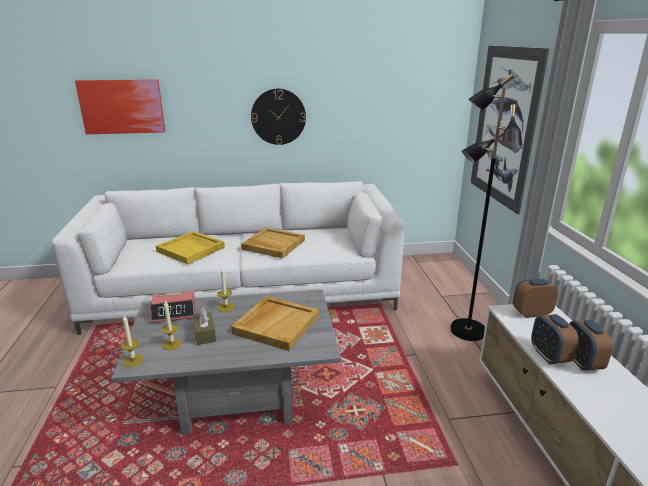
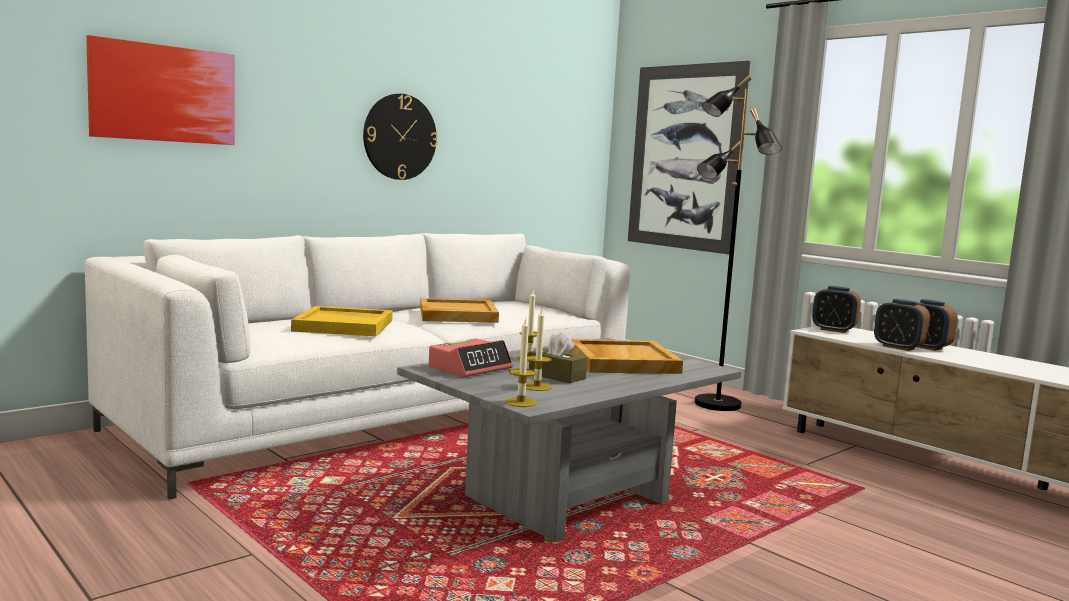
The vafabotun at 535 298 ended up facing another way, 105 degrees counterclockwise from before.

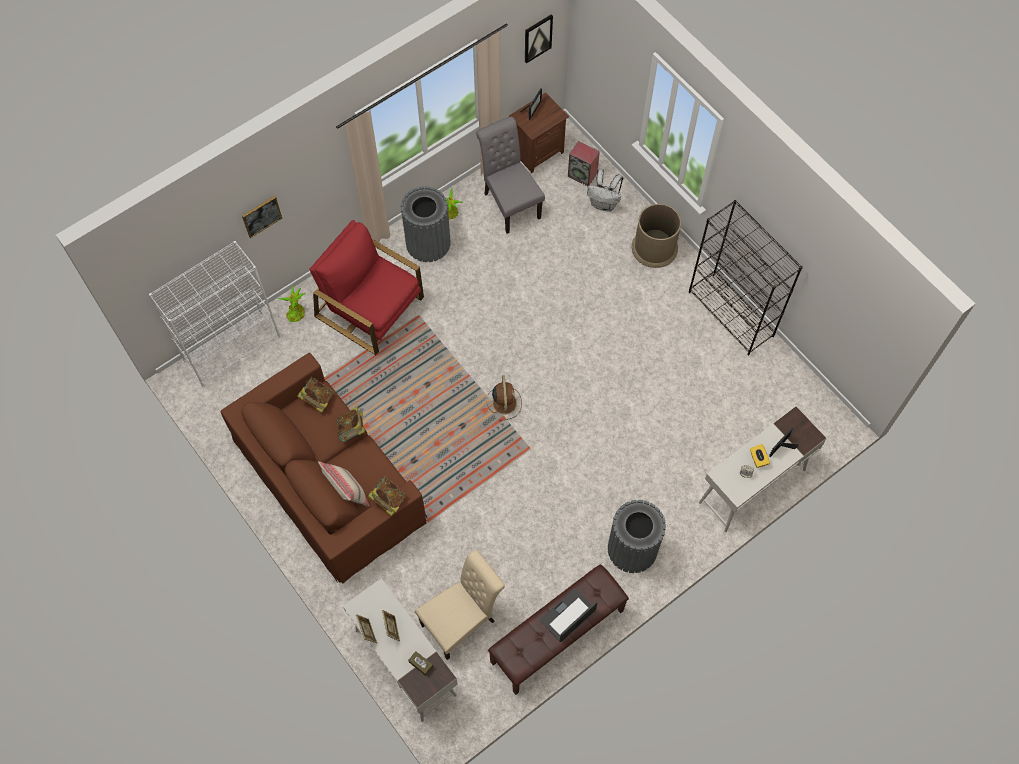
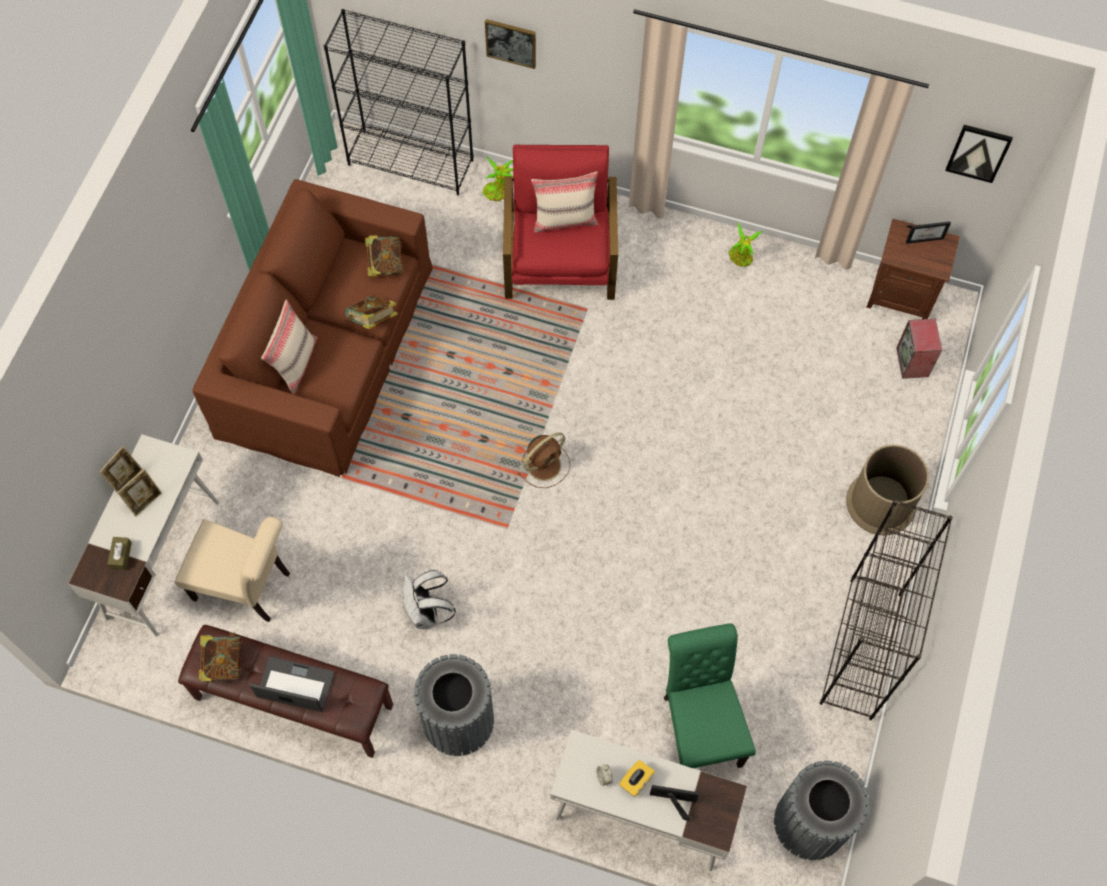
The second view lost the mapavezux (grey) at 510 175. The second view gained the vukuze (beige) at 564 202. The second view gained the mapavezux (green) at 710 695. The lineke ended up elsewhere, having gone from 387 496 to 220 656. The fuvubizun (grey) ended up elsewhere, having gone from 426 224 to 821 810. The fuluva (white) ended up elsewhere, having gone from 605 190 to 429 599. What was the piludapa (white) at 214 314 turned into the piludapa (black) at 399 102.

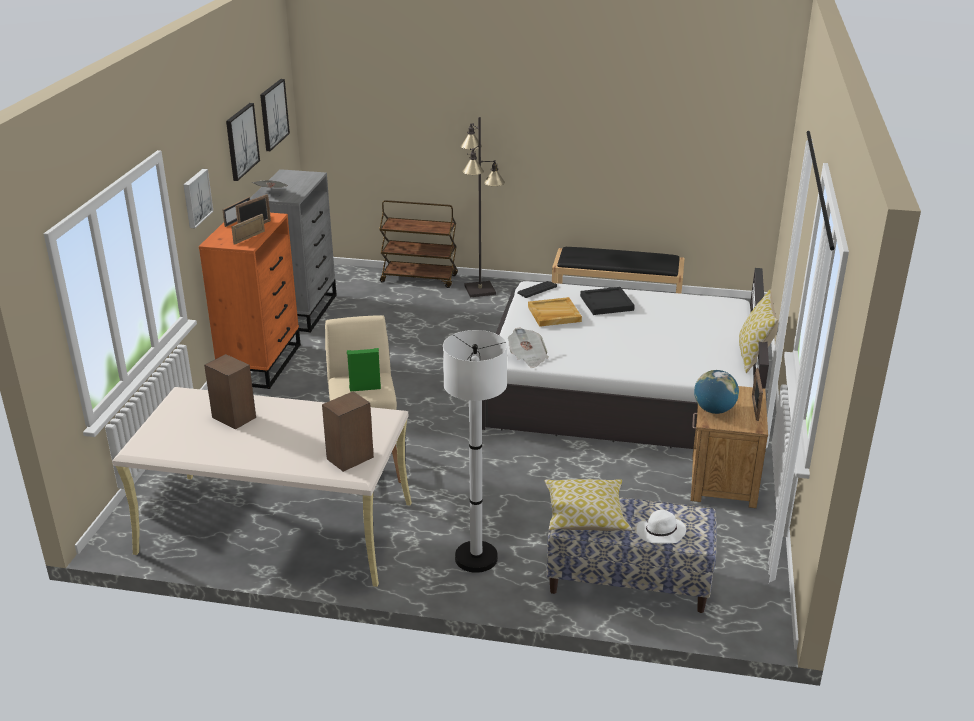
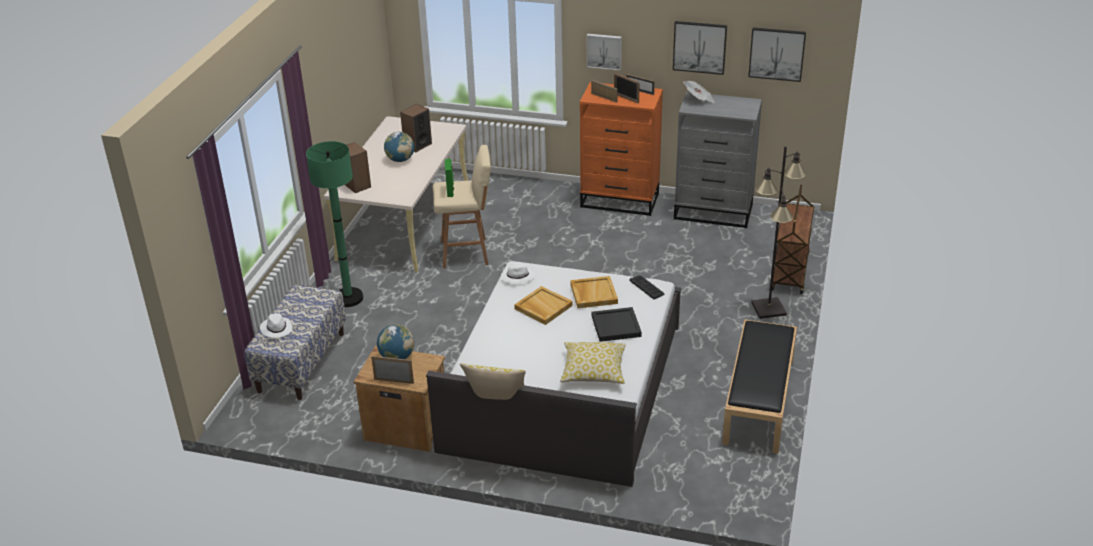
The second view gained the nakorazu at 399 147. The second view gained the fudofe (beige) at 543 305. The vukuze ended up elsewhere, having gone from 588 505 to 593 363. Where the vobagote stood at 528 348, the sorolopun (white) came to stand at 518 273. What was the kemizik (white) at 475 451 turned into the kemizik (green) at 334 224.

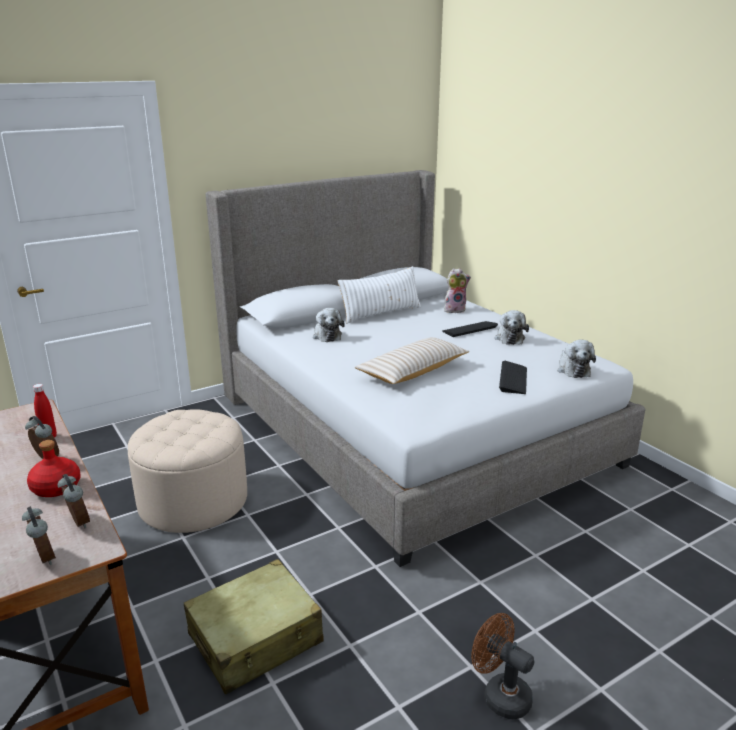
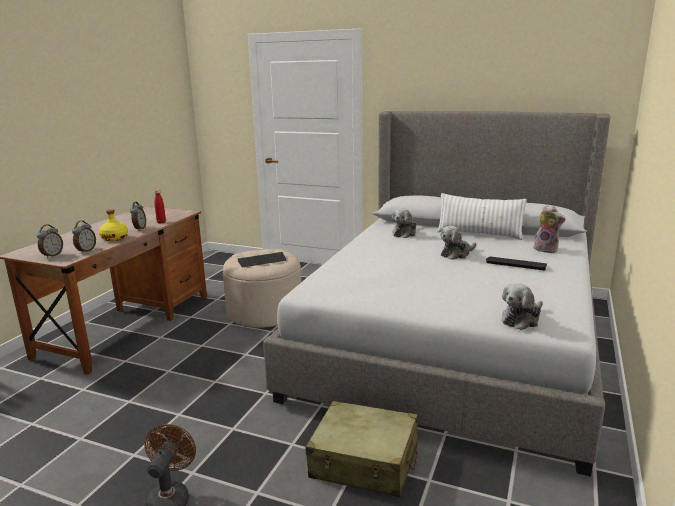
The second view lost the vukuze (beige) at 412 360. The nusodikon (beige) ended up elsewhere, having gone from 254 626 to 362 449. The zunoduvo ended up elsewhere, having gone from 512 327 to 458 243. The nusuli ended up elsewhere, having gone from 513 377 to 262 259. What was the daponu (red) at 54 468 turned into the daponu (yellow) at 113 225.

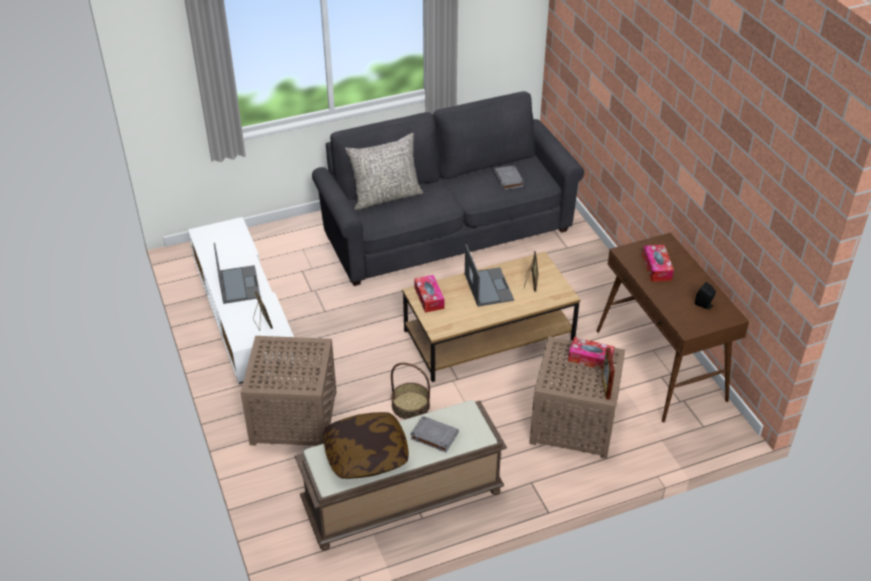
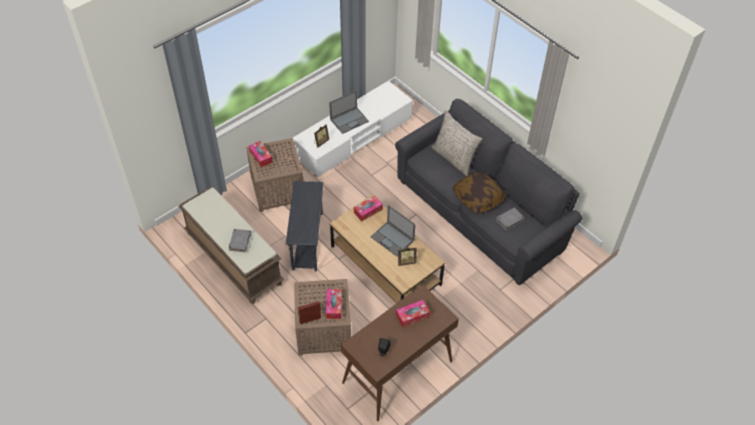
The second view gained the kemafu at 261 154. The vukuze ended up elsewhere, having gone from 366 445 to 479 192. Where the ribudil stood at 410 391, the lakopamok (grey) came to stand at 304 226. The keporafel at 489 275 ended up facing another way, 75 degrees clockwise from before.

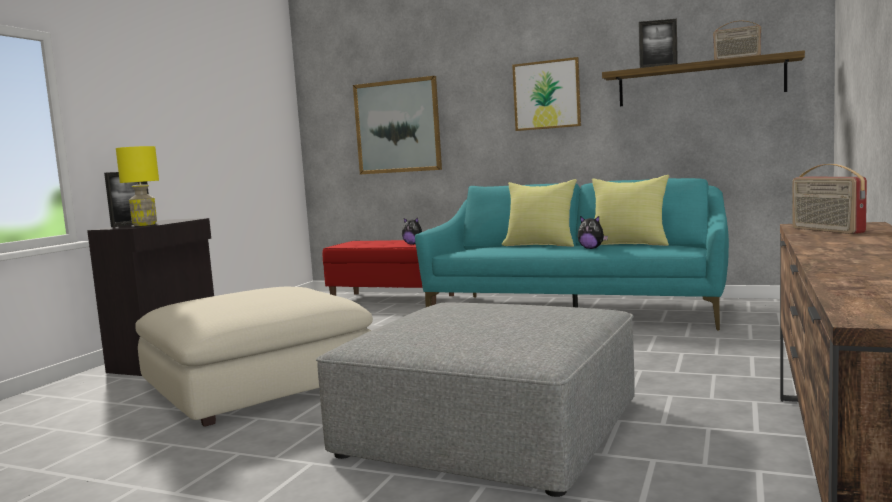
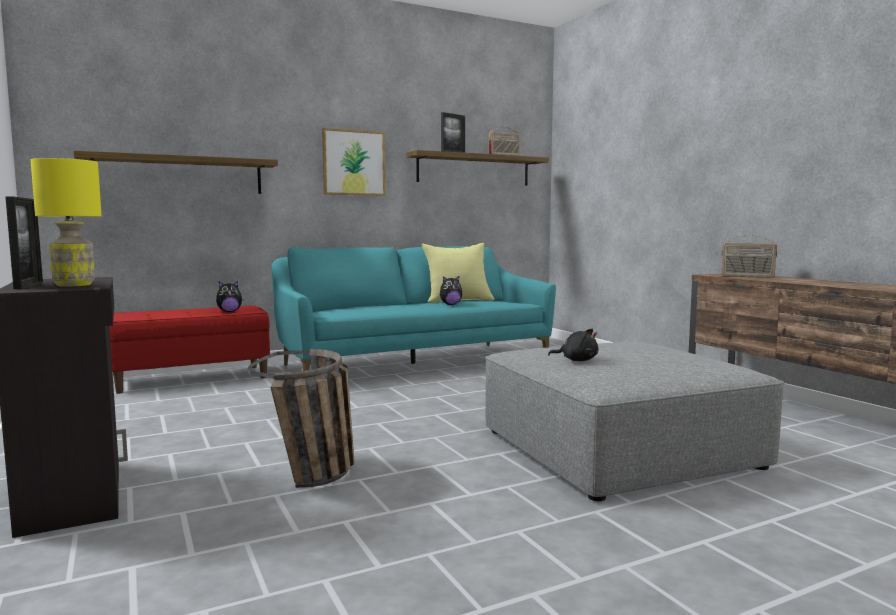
The second view lost the vukuze (yellow) at 539 213. The second view gained the zunoduvo (black) at 573 345. Where the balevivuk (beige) stood at 254 357, the ribudil came to stand at 301 418. Where the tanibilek hung at 397 125, the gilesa came to hang at 176 172.

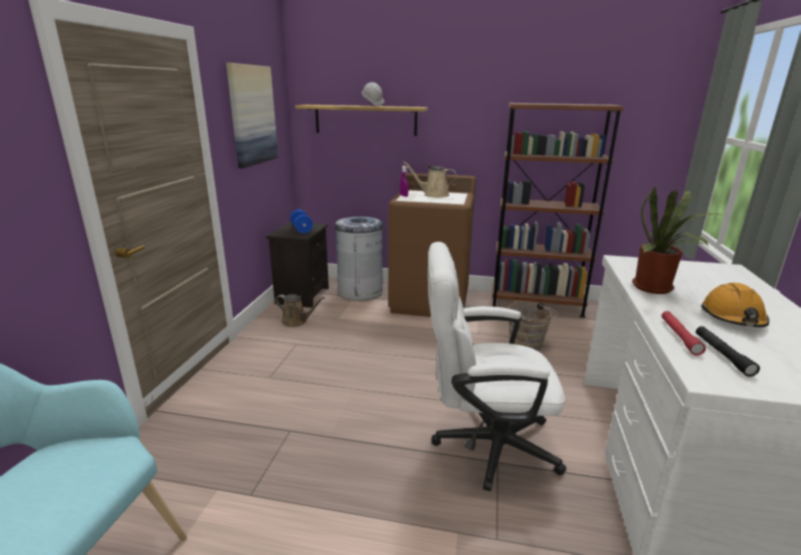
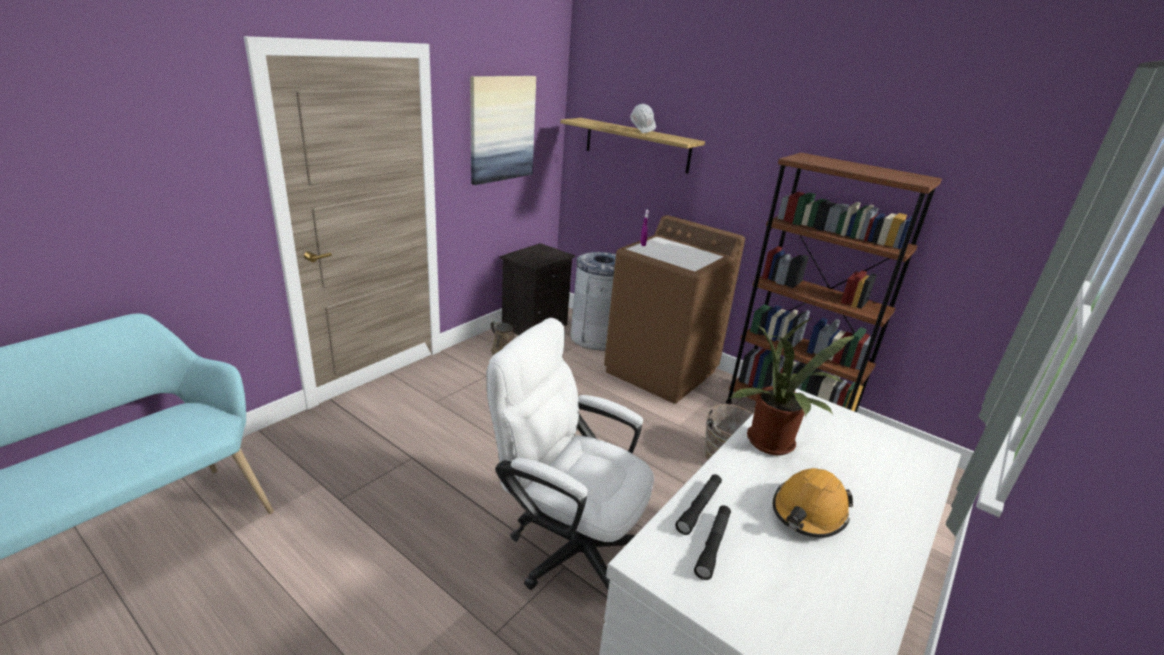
The second view lost the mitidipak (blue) at 301 221. The second view lost the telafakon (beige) at 430 179. What was the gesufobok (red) at 684 333 turned into the gesufobok (black) at 698 504.

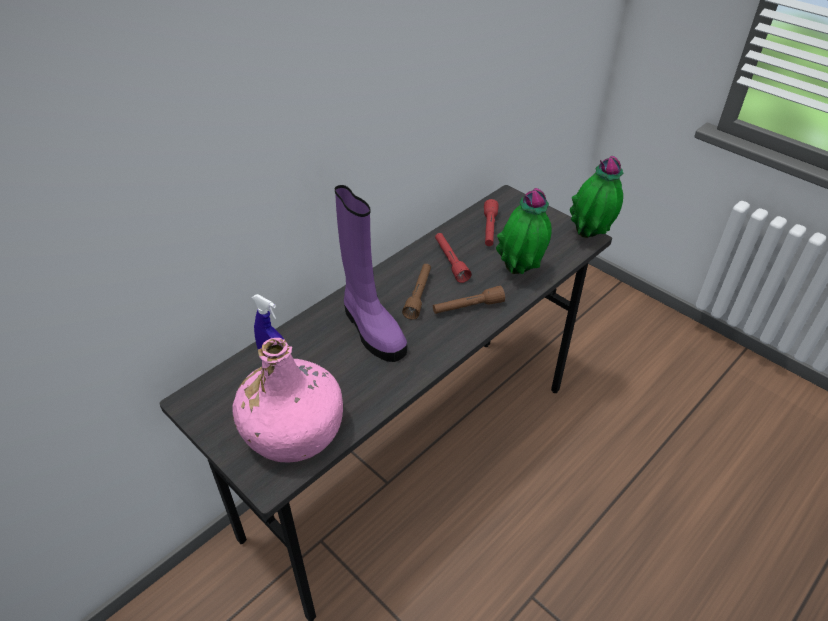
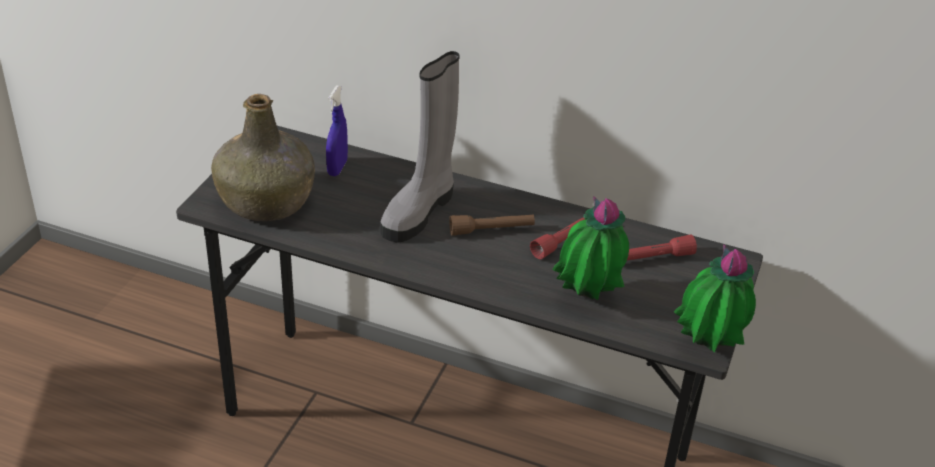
The second view lost the gesufobok (brown) at 469 300. What was the daponu (pink) at 288 400 turned into the daponu (green) at 263 157. What was the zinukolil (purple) at 371 273 turned into the zinukolil (grey) at 420 147.

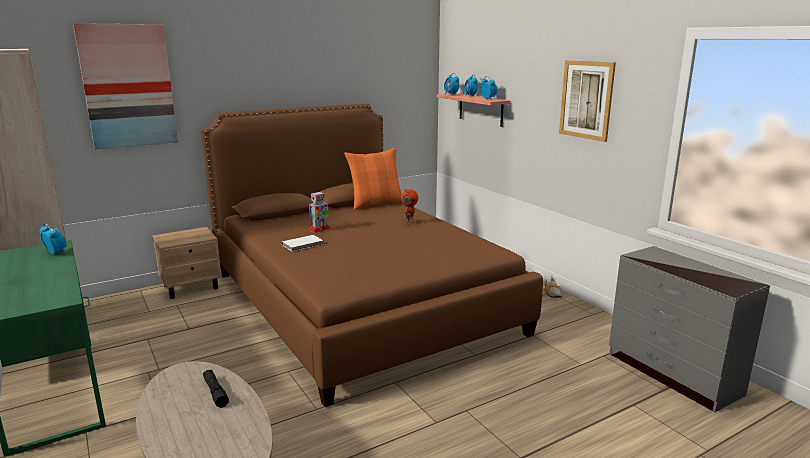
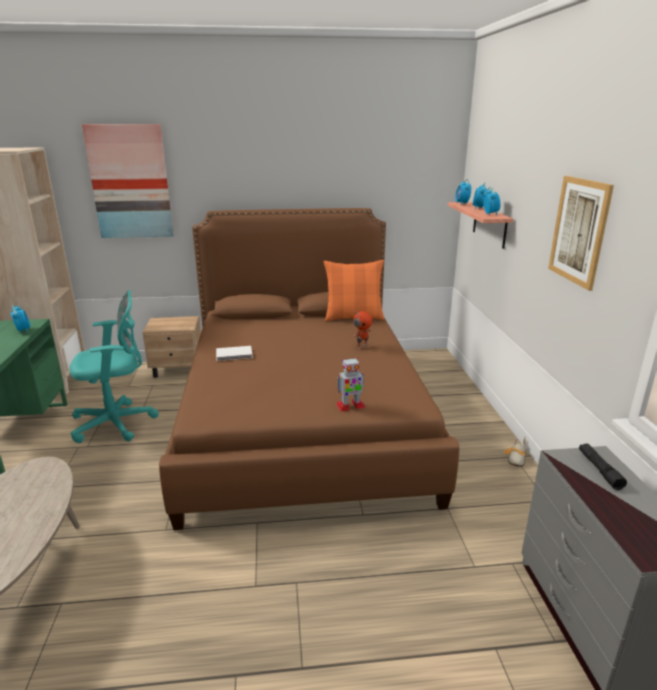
The second view gained the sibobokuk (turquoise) at 114 366. The gesufobok (black) ended up elsewhere, having gone from 216 389 to 603 467. The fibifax ended up elsewhere, having gone from 319 212 to 351 384.

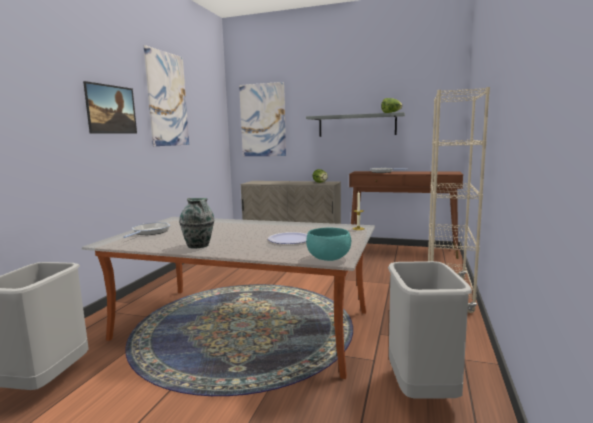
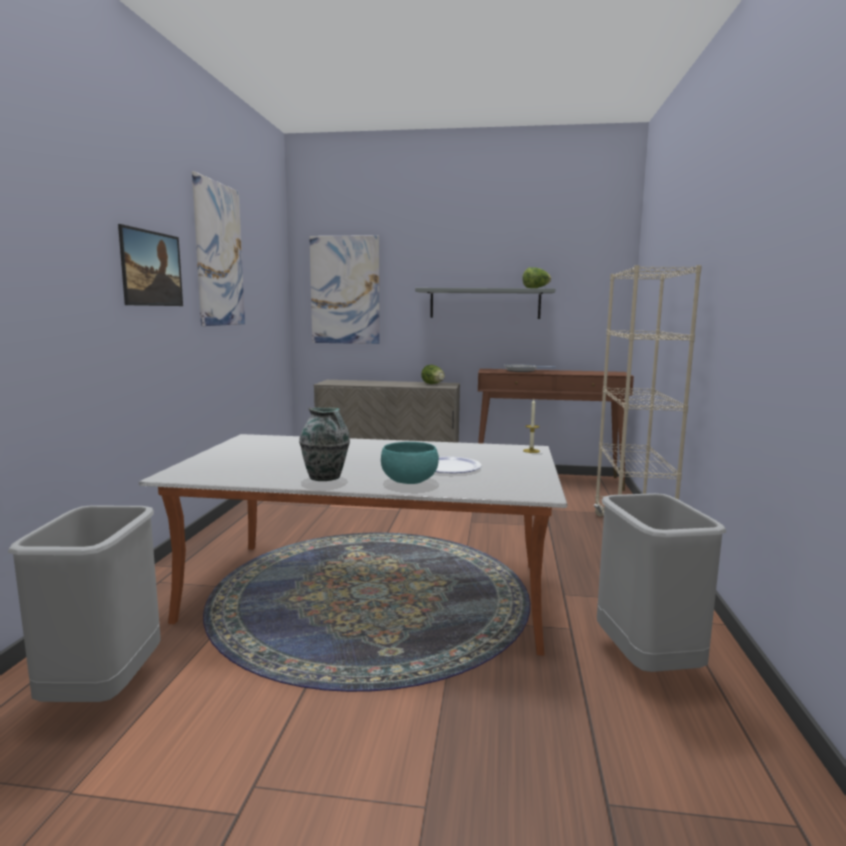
The second view lost the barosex at 146 230. The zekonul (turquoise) ended up elsewhere, having gone from 328 244 to 410 463.

